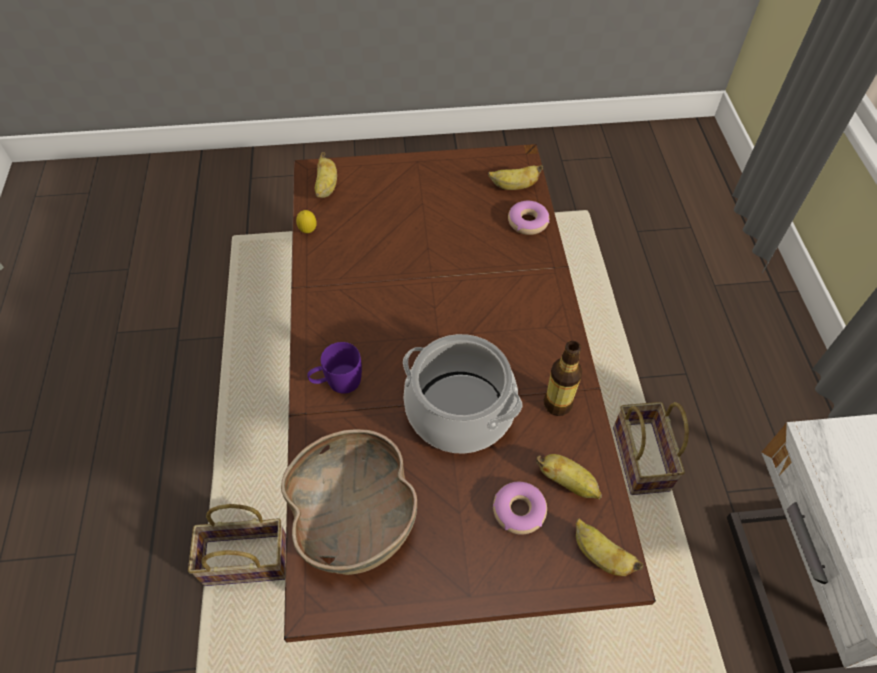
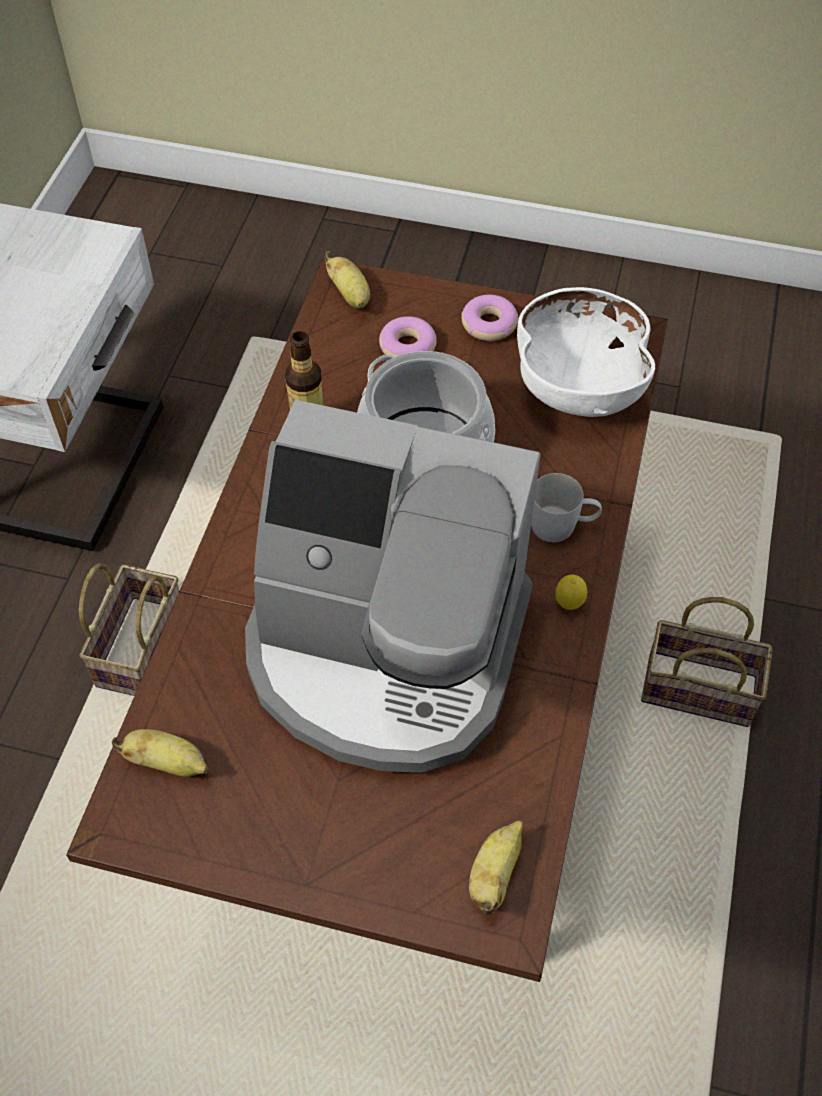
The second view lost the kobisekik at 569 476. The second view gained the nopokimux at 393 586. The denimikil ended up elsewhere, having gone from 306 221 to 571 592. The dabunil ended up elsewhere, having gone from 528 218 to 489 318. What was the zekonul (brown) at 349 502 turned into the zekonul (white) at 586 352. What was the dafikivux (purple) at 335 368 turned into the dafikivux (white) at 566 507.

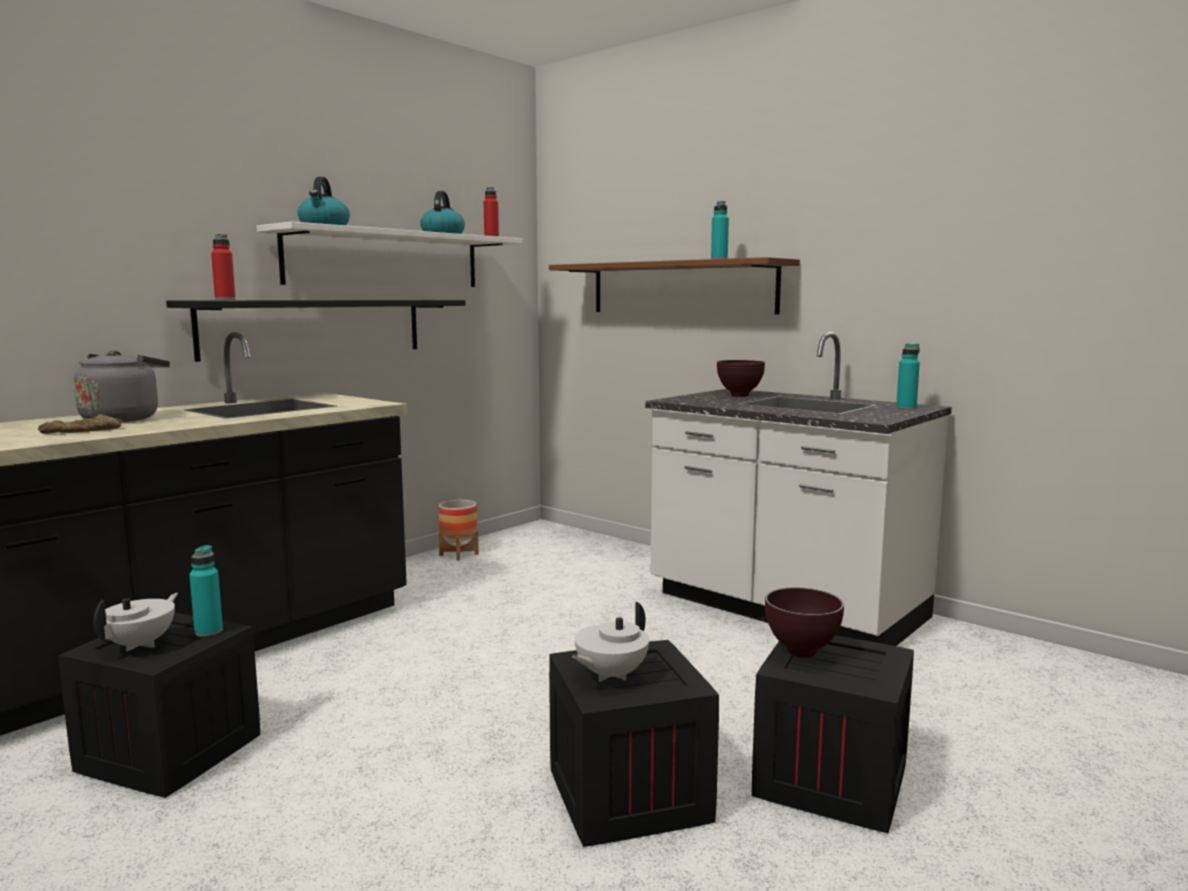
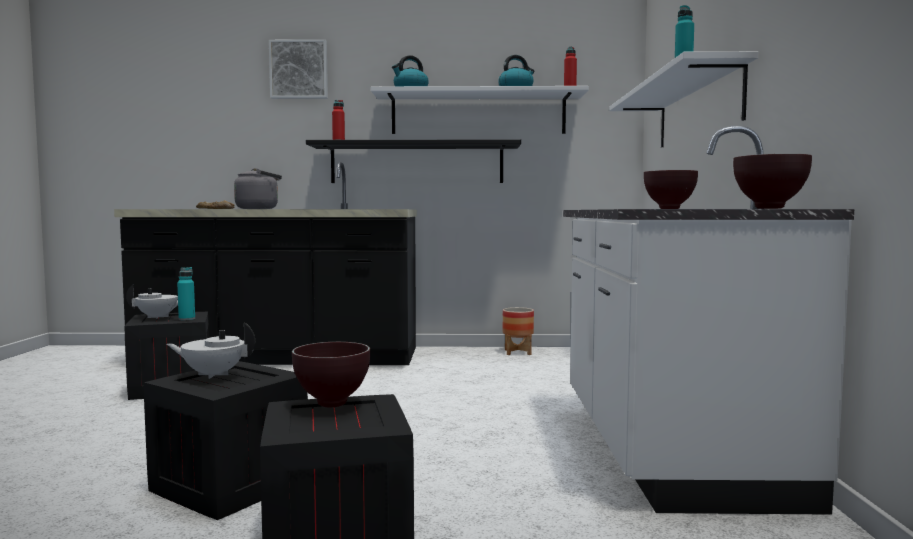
The second view gained the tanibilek at 298 69. Where the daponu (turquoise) stood at 908 376, the zekonul (brown) came to stand at 772 181. What was the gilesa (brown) at 674 286 turned into the gilesa (white) at 683 99.

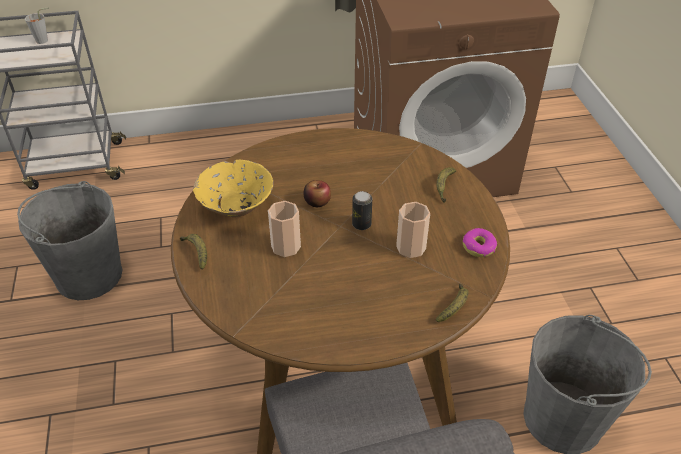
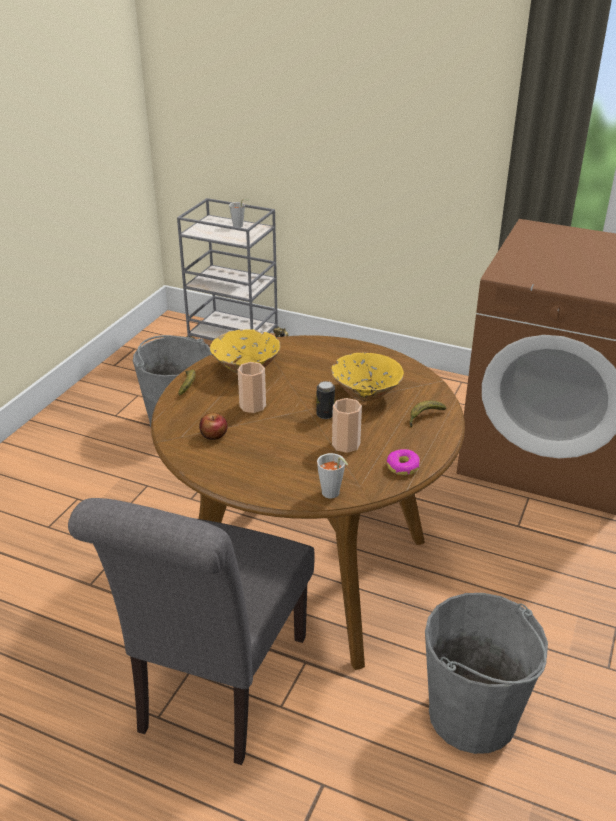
The second view gained the zekonul (yellow) at 367 377. The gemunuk ended up elsewhere, having gone from 317 193 to 213 426. Where the kobisekik stood at 452 303, the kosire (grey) came to stand at 332 475.

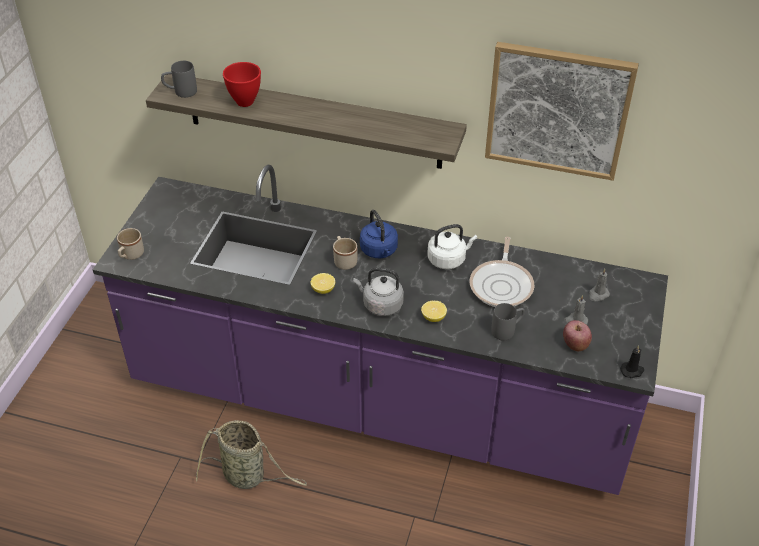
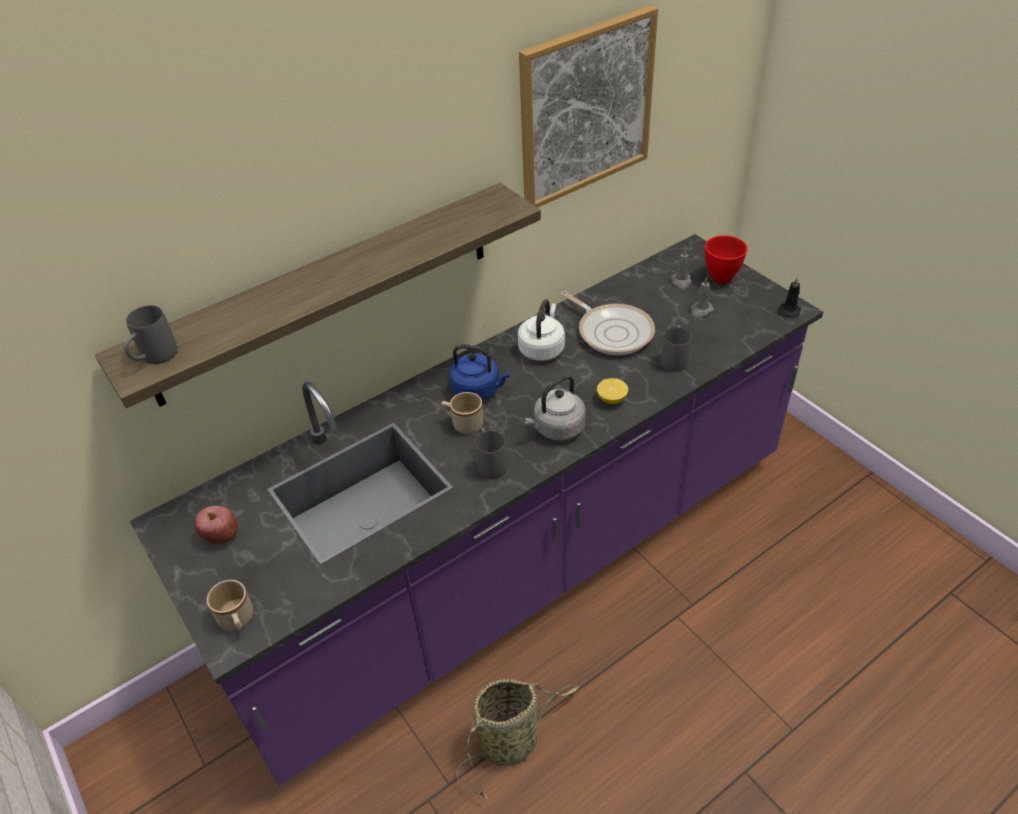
The zekonul (red) ended up elsewhere, having gone from 242 84 to 726 259. The gemunuk ended up elsewhere, having gone from 577 335 to 216 525. Where the denimikil stood at 323 283, the dafikivux (grey) came to stand at 491 453.

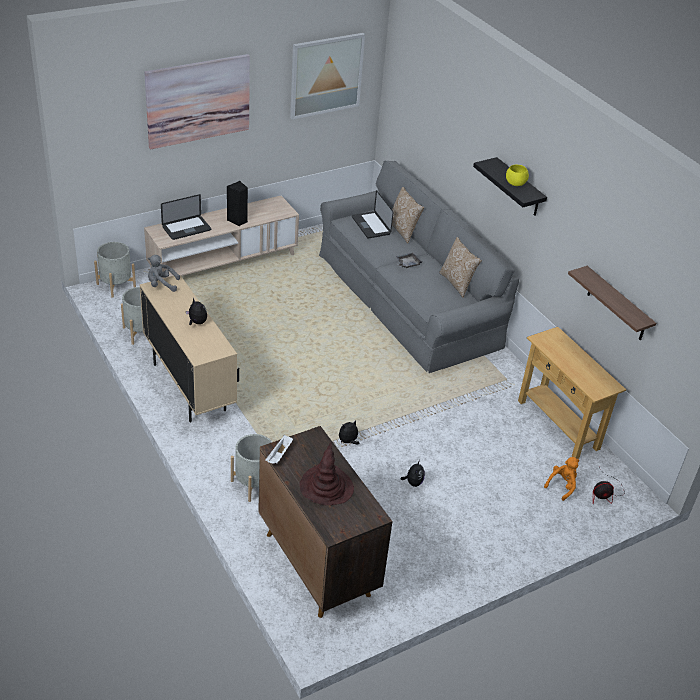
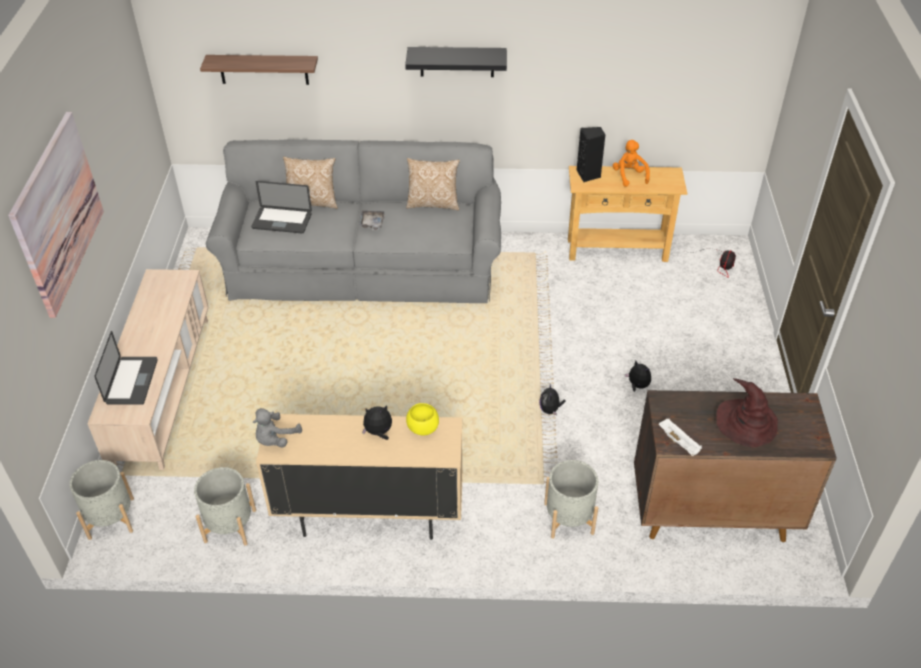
The second view lost the tanibilek at 327 76. The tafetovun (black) ended up elsewhere, having gone from 237 203 to 590 154. The zekonul (yellow) ended up elsewhere, having gone from 517 175 to 422 419. The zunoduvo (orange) ended up elsewhere, having gone from 561 479 to 631 163. The gilesa ended up elsewhere, having gone from 612 303 to 259 70.

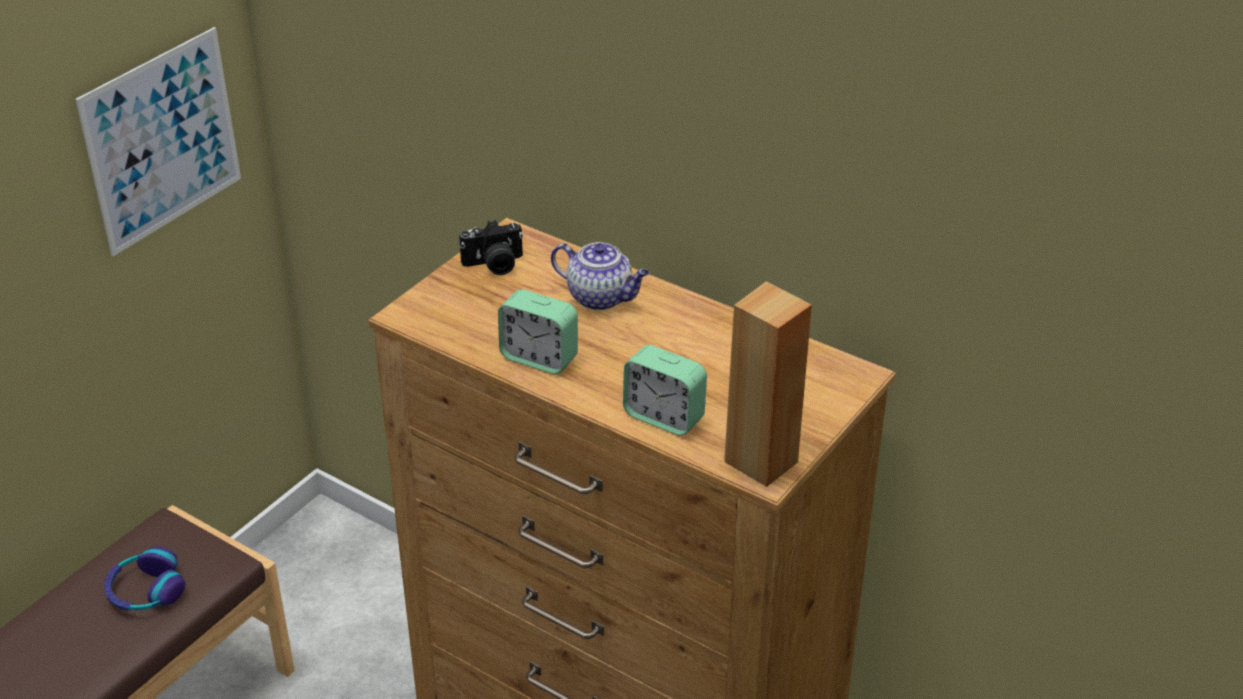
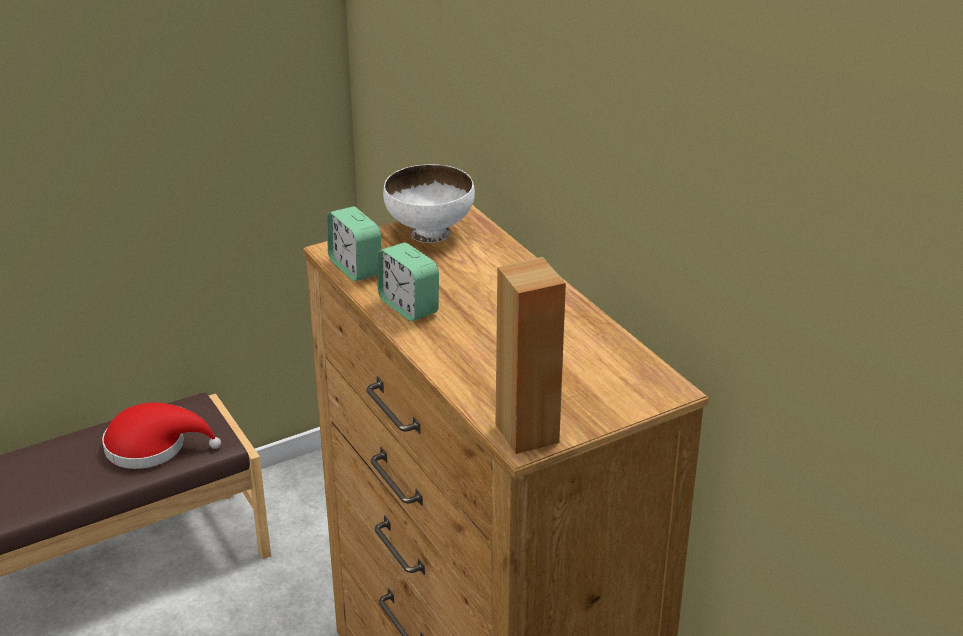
The second view lost the tanibilek at 158 141. The second view lost the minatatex at 600 276. The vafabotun ended up elsewhere, having gone from 665 390 to 354 243. Where the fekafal stood at 144 579, the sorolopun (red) came to stand at 161 436. Where the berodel stood at 491 247, the zekonul (white) came to stand at 429 203.

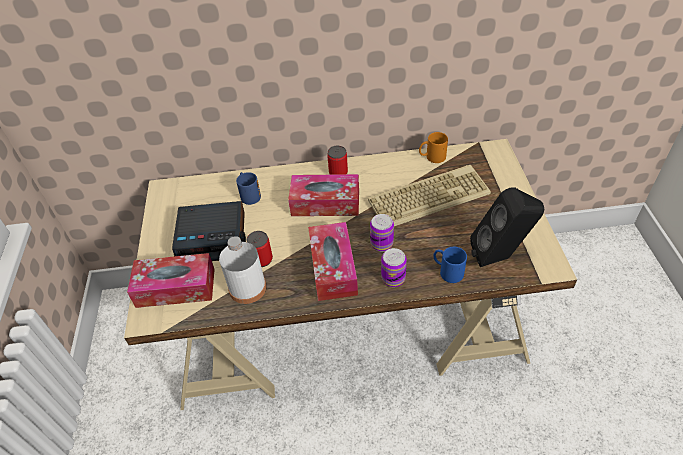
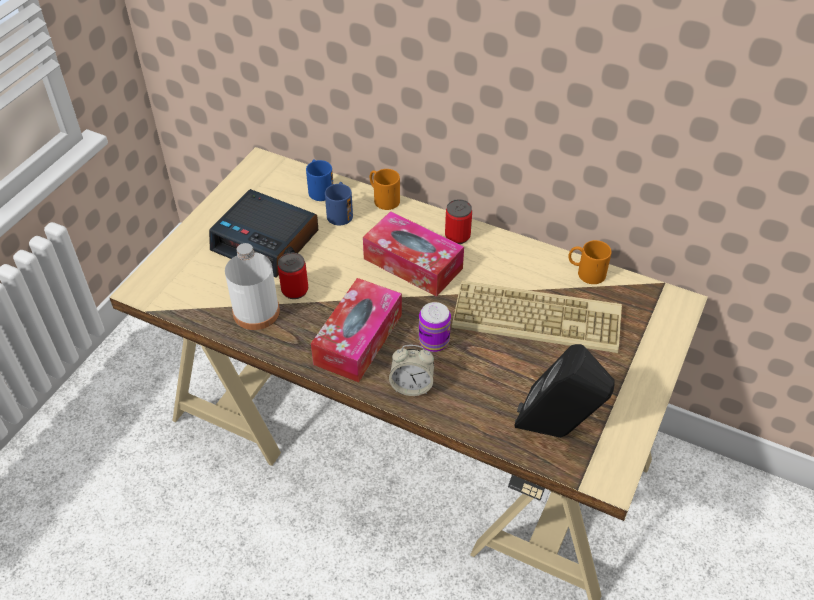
The second view lost the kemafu at 171 280. The second view gained the dafikivux (orange) at 385 189. The dafikivux (blue) ended up elsewhere, having gone from 450 265 to 319 180. Where the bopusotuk stood at 394 267, the vafabotun came to stand at 411 370.

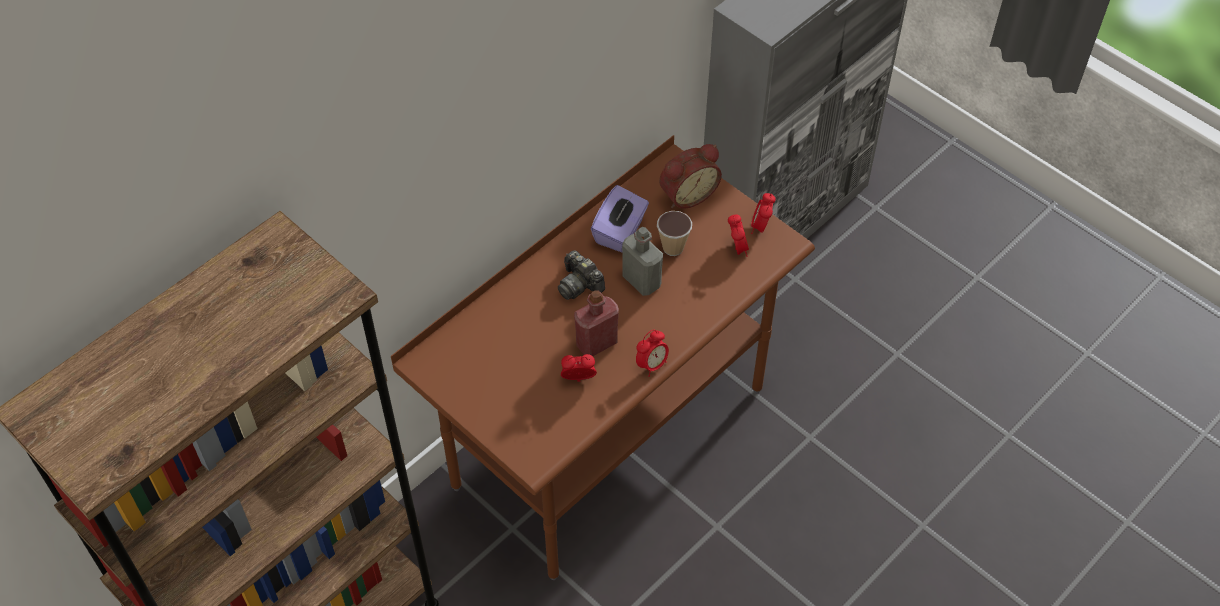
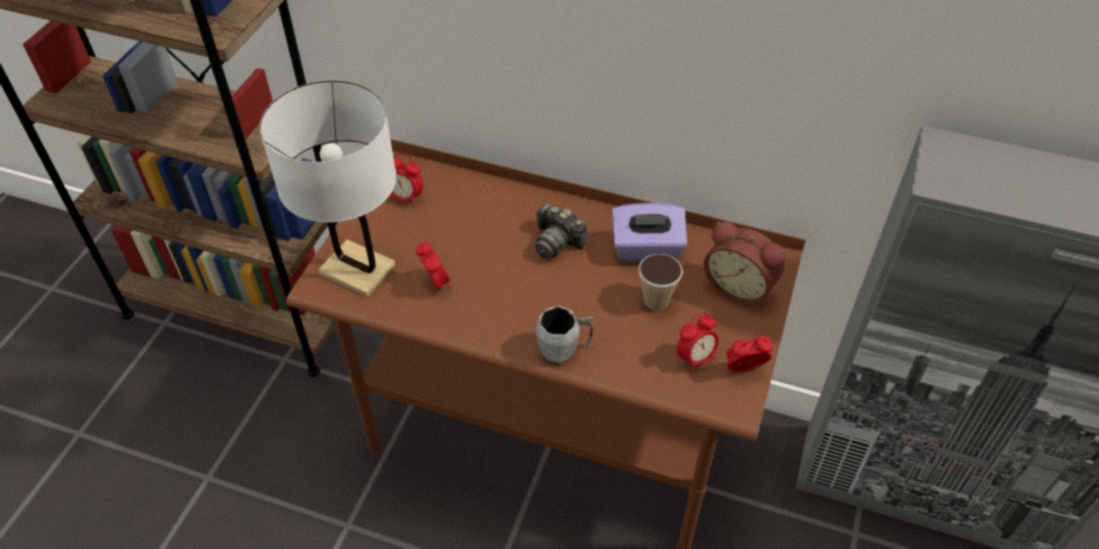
The second view lost the daponu (red) at 596 323. The second view lost the daponu (grey) at 642 261. The second view gained the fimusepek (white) at 328 188. The second view gained the dafikivux (grey) at 565 335. The vafabotun ended up elsewhere, having gone from 652 353 to 407 180. The berodel at 581 275 ended up facing another way, 75 degrees counterclockwise from before.

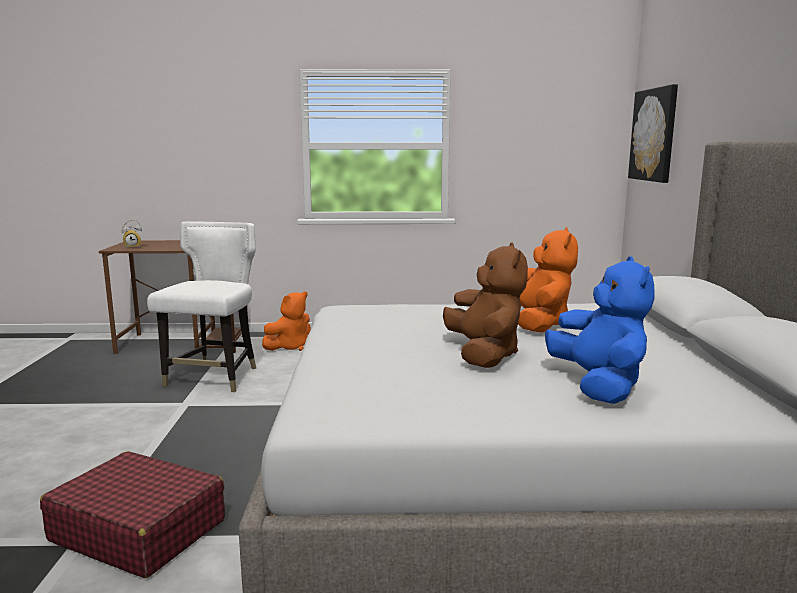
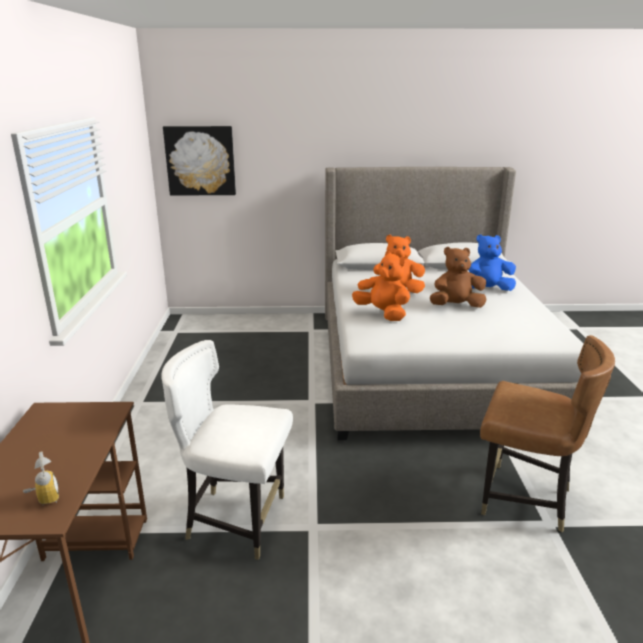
The zunoduvo (orange) ended up elsewhere, having gone from 286 321 to 381 286. Where the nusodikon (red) stood at 132 514, the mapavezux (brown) came to stand at 547 433.

